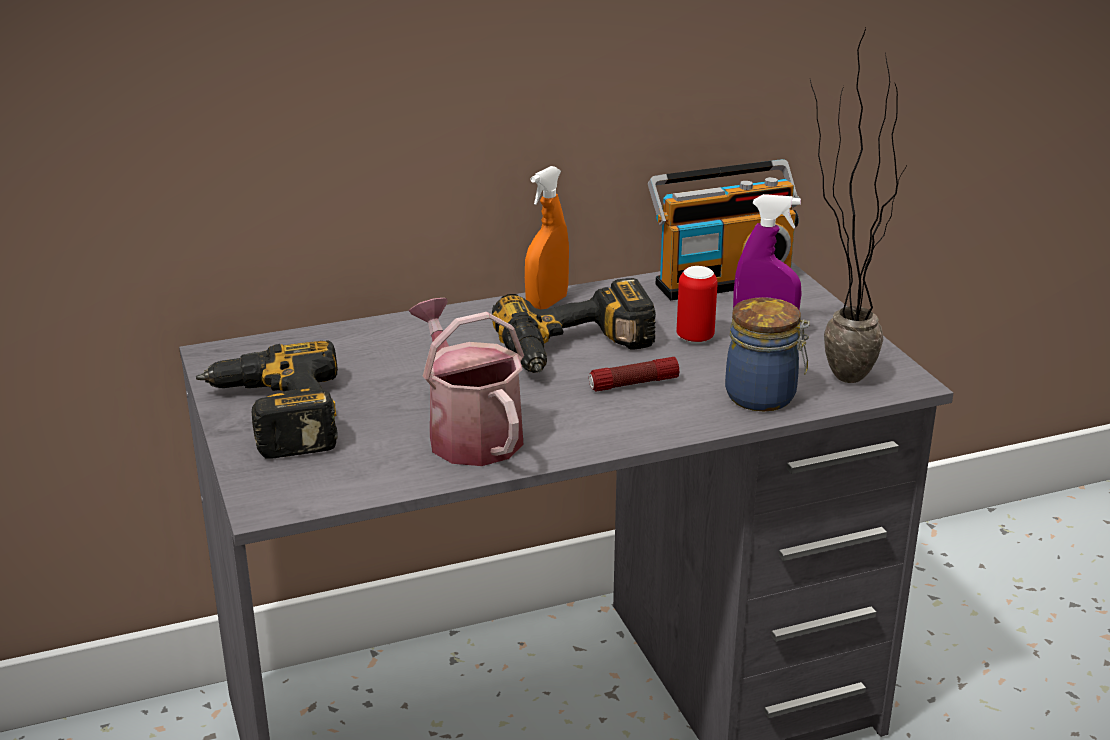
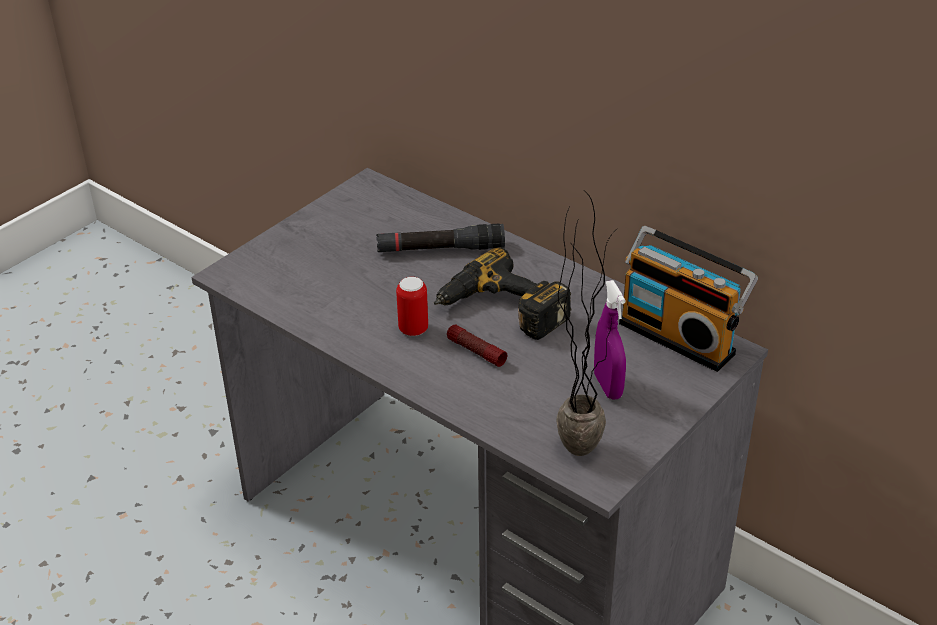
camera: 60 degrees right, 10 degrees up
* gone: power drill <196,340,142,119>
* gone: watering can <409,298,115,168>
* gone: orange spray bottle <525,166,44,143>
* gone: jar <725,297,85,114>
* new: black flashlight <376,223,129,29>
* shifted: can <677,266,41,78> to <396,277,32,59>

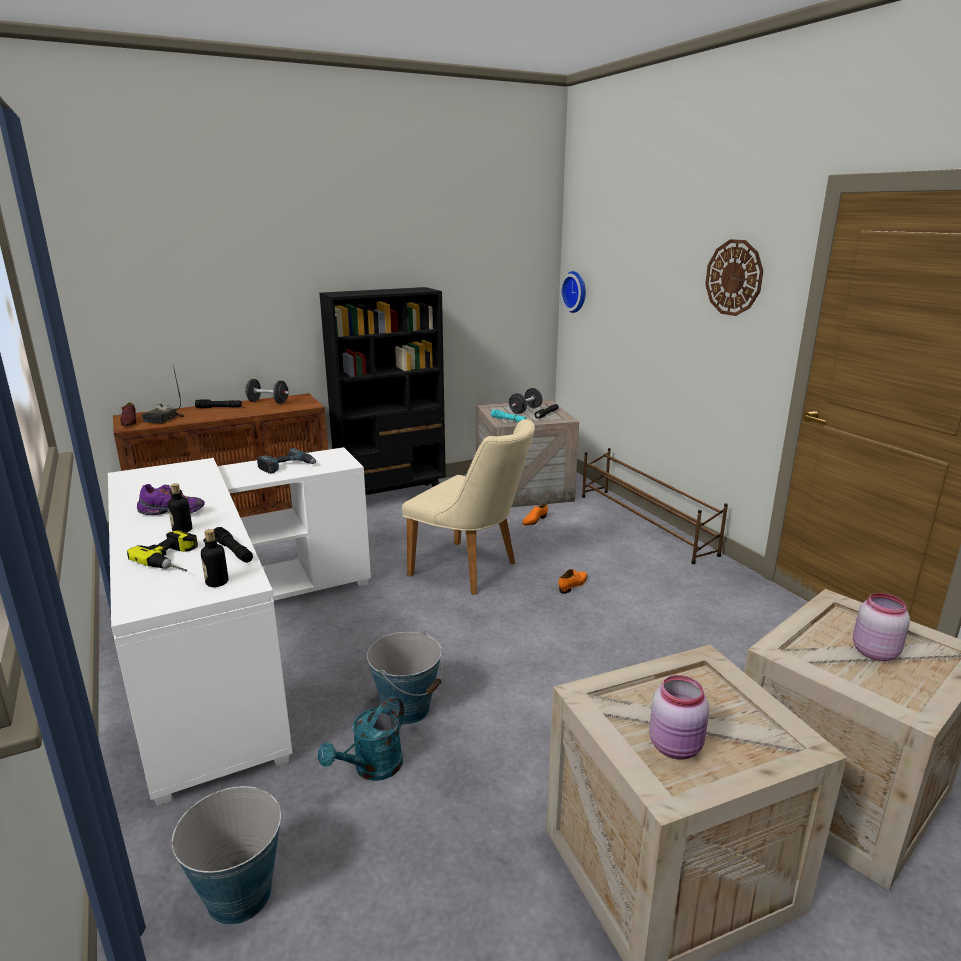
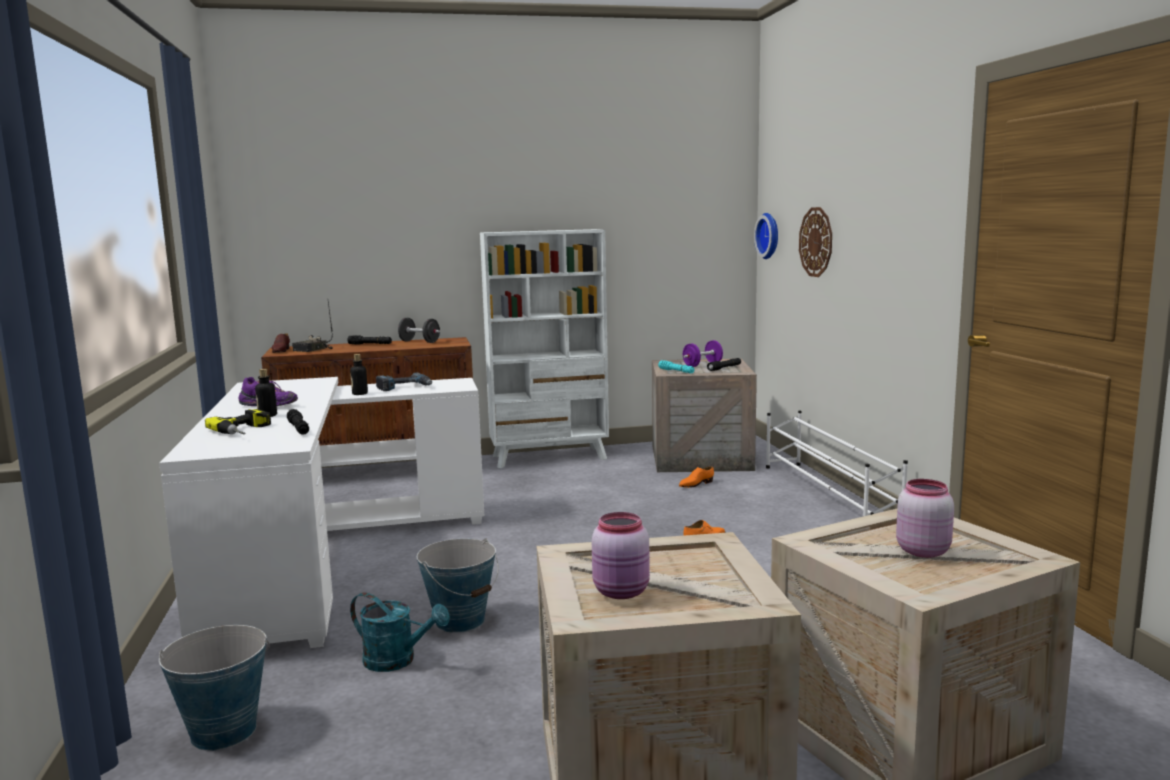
camera: 15 degrees right, 10 degrees down
* gone: beige chair <402,419,133,176>
* shifted: bottle <201,529,27,58> to <350,354,18,41>
* shifted: wall clock <705,239,58,77> to <799,207,33,70>
* repainted: black bookcase <320,287,126,208> to white bookcase <480,229,129,240>
* repainted: black dumbbell <509,388,33,26> to purple dumbbell <683,340,40,27>
* repainted: brown shoe rack <582,448,146,116> to white shoe rack <766,411,142,105>
* rotated: turquoise watering can <318,696,86,85> = <350,592,100,80> 120 degrees counterclockwise

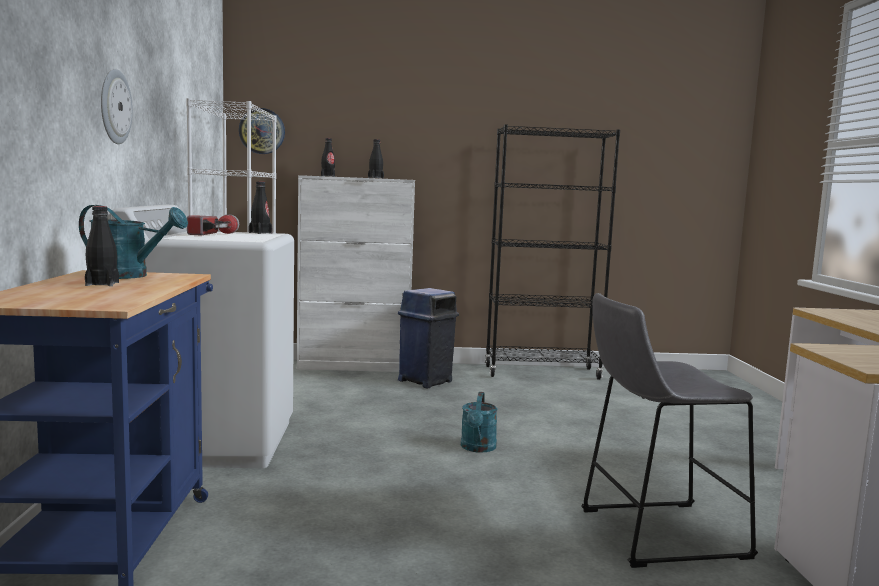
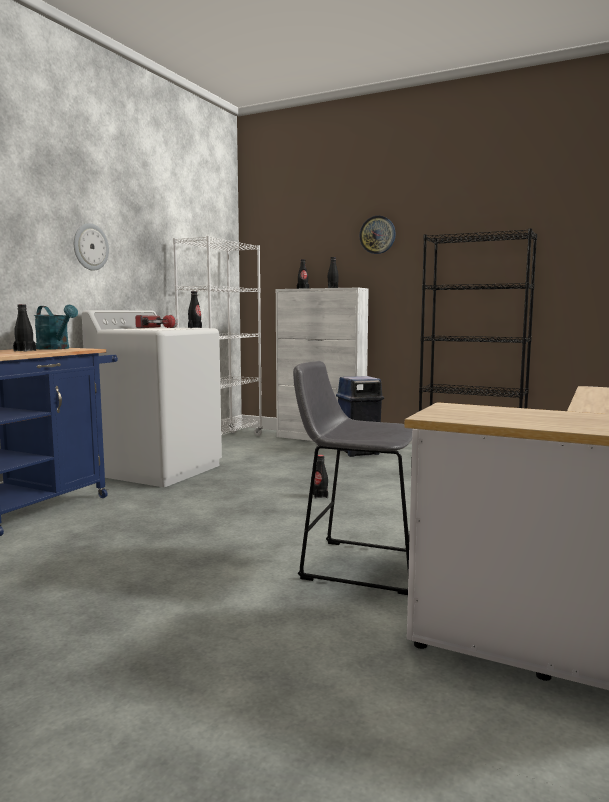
camera: 30 degrees right, 0 degrees up
* shifted: wall clock <239,108,46,46> to <360,216,36,38>
* swapped: turquoise watering can <461,392,37,61> to black bottle <313,455,15,44>

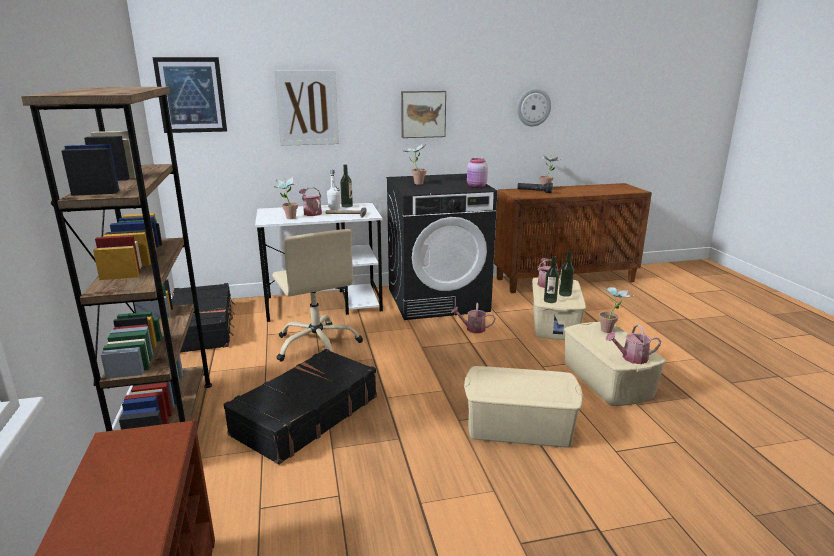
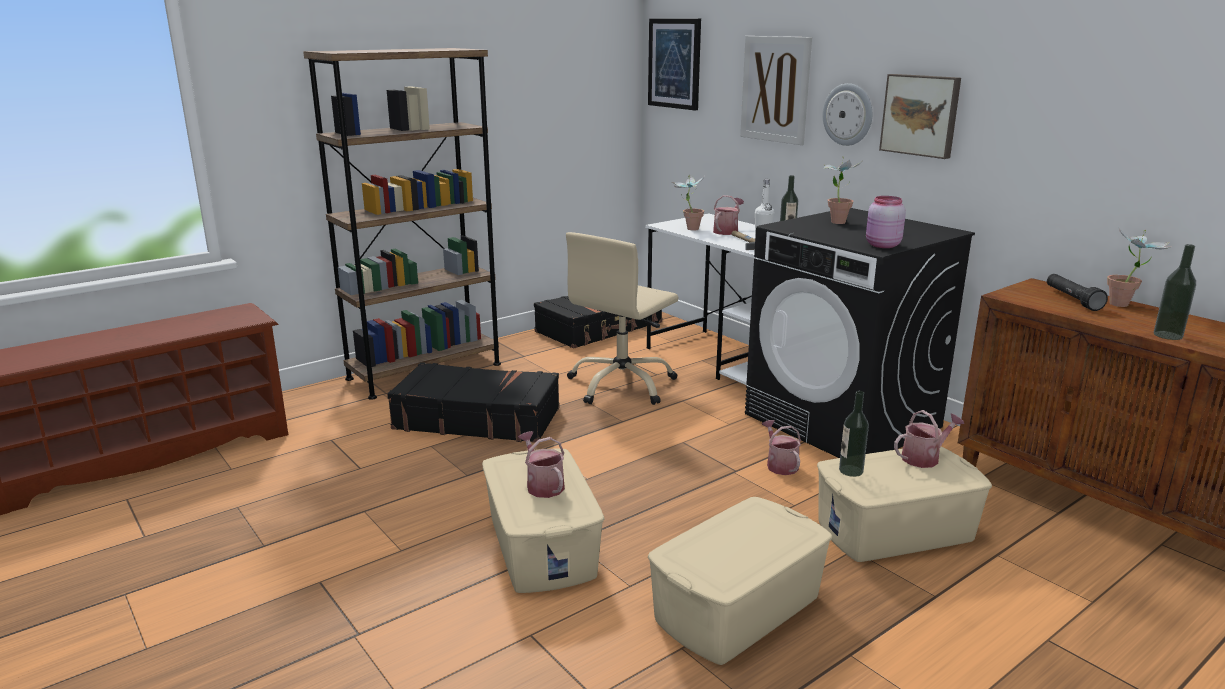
camera: 65 degrees right, 0 degrees up
* gone: potted plant <599,286,35,47>
* shifted: wall clock <517,88,34,38> to <822,83,50,63>
* shifted: bottle <559,251,15,46> to <1154,244,42,96>
* shifted: watering can <606,324,55,40> to <518,431,47,67>

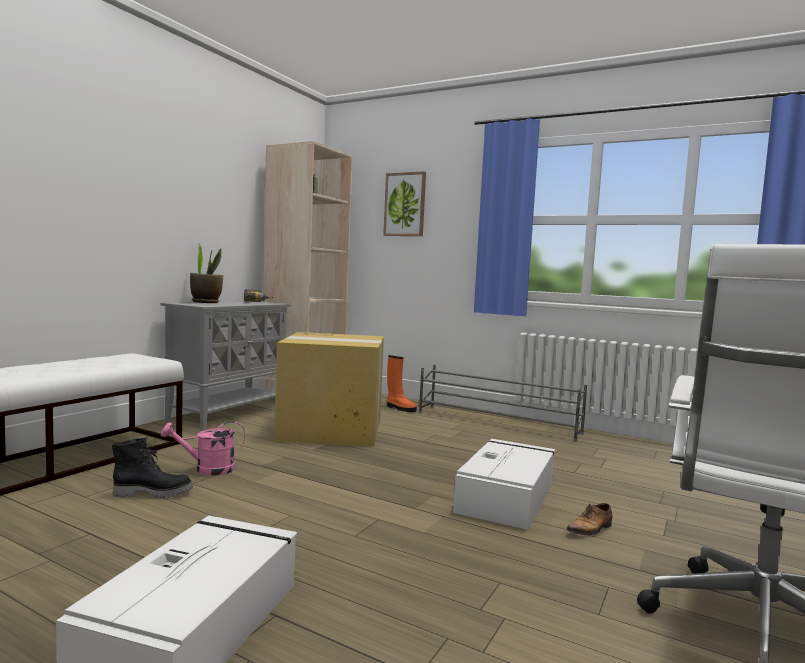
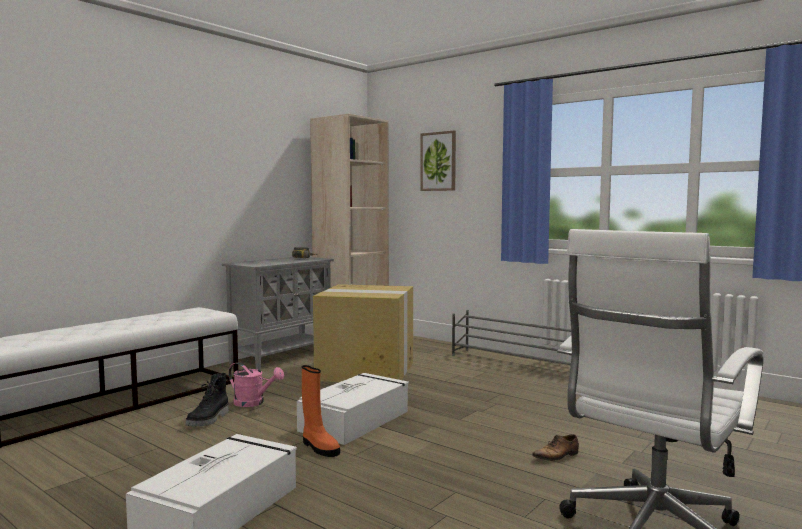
camera: 10 degrees right, 0 degrees up
* gone: potted plant <190,244,33,59>
* shifted: orange boot <387,355,30,57> to <302,365,38,92>
* shifted: white storage box <453,439,102,91> to <297,373,112,72>
* rotated: black boot <112,438,81,60> = <186,373,43,54> 105 degrees clockwise
* rotated: pink watering can <161,421,84,55> = <229,362,55,45> 150 degrees counterclockwise

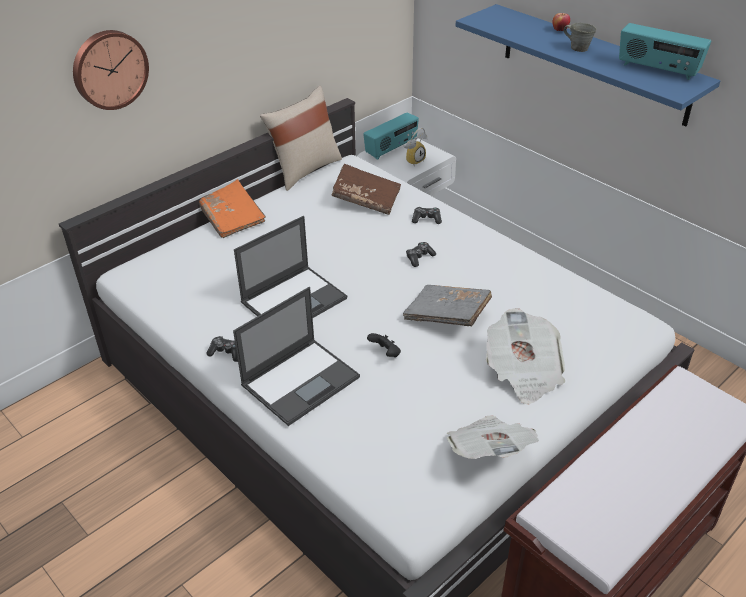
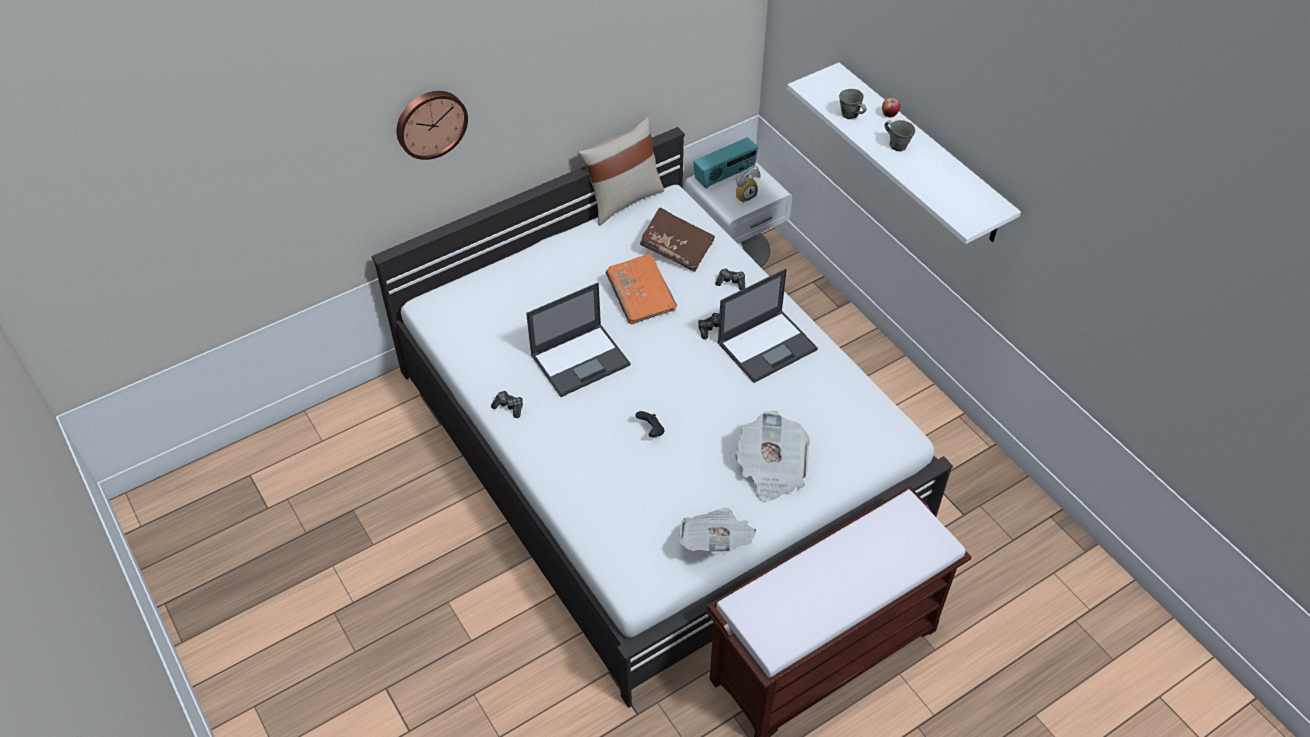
camera: 10 degrees right, 10 degrees up
* gone: grey book <403,285,89,41>
* gone: radio <619,23,92,57>
* new: grey mug <839,89,27,30>
* shifted: orange book <199,179,67,59> to <606,253,71,72>
* shifted: laptop <233,287,127,139> to <717,269,101,114>
* repainted: blue shelf <456,4,264,123> to white shelf <787,63,234,181>

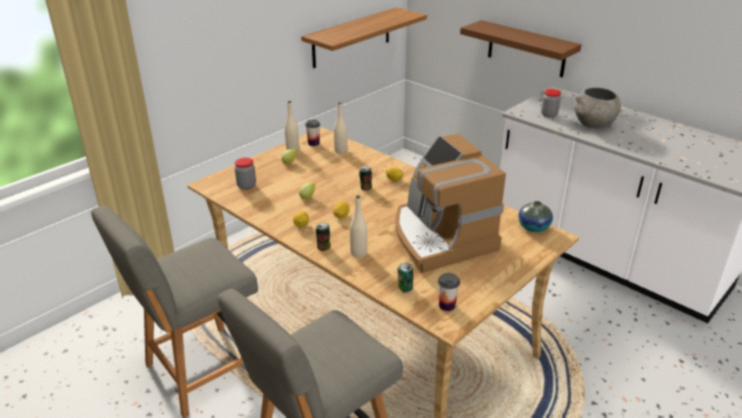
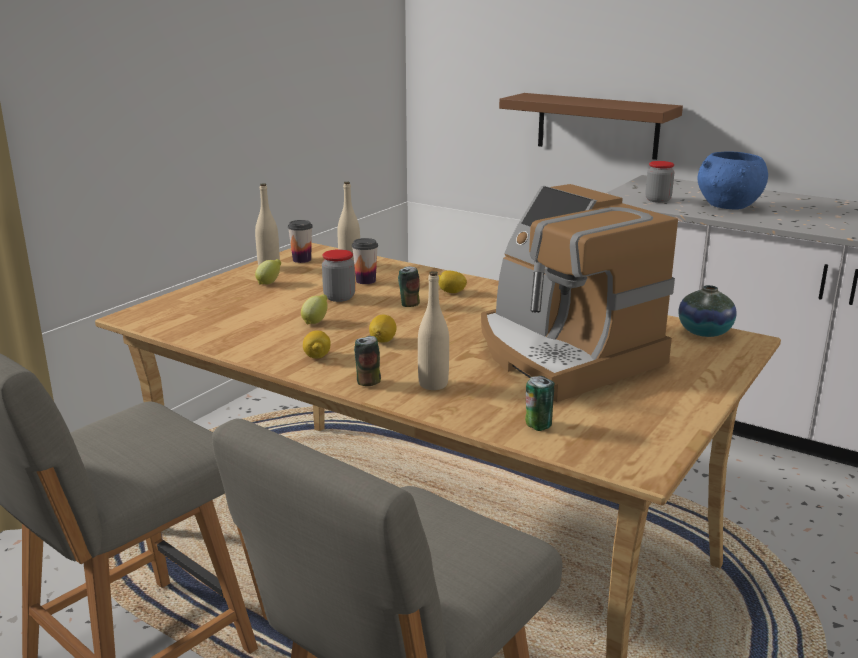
camera: 10 degrees left, 10 degrees down
* gone: shelf <301,7,126,61>
* shifted: jar <235,158,21,32> to <322,249,33,53>
* shifted: cup <438,273,22,38> to <352,238,26,46>
* repainted: grey bowl <574,88,47,41> to blue bowl <698,152,70,57>

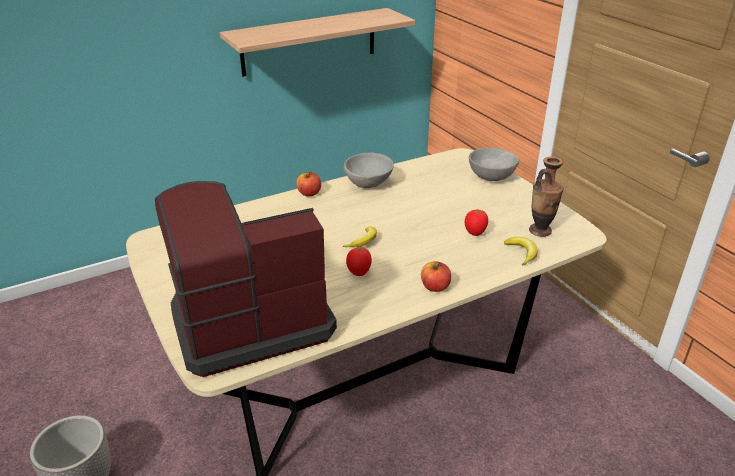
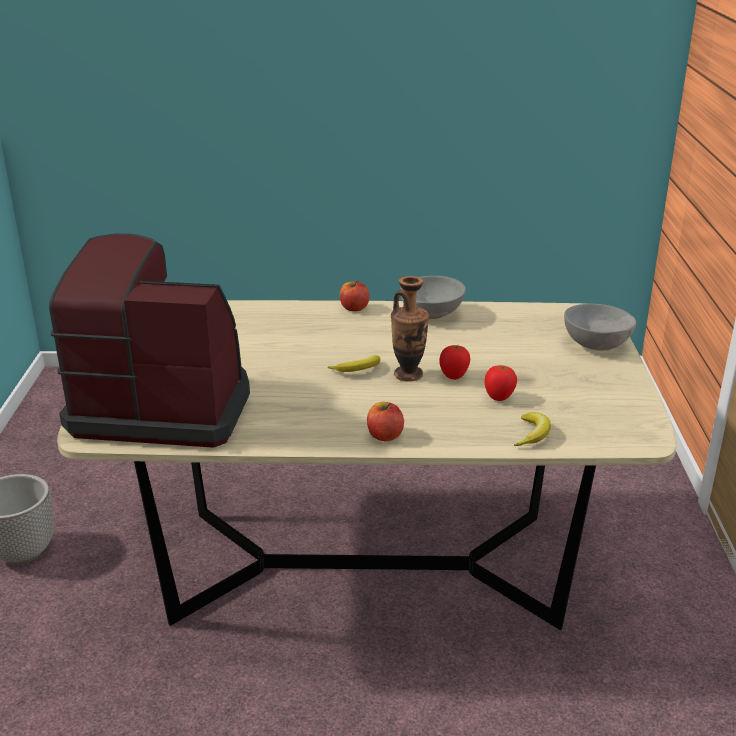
camera: 30 degrees right, 5 degrees down
* gone: shelf <220,8,195,69>
* shifted: tomato <346,247,26,29> to <439,345,31,35>
* shifted: vase <529,157,35,80> to <391,276,38,106>

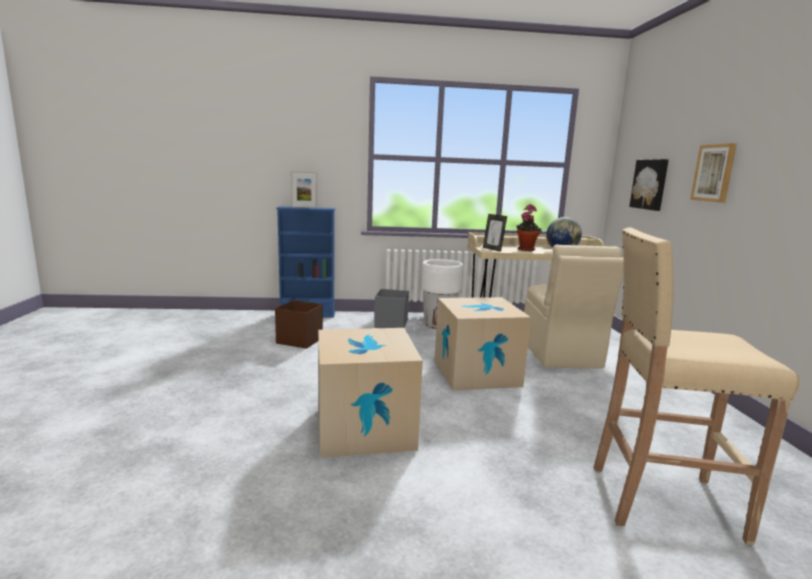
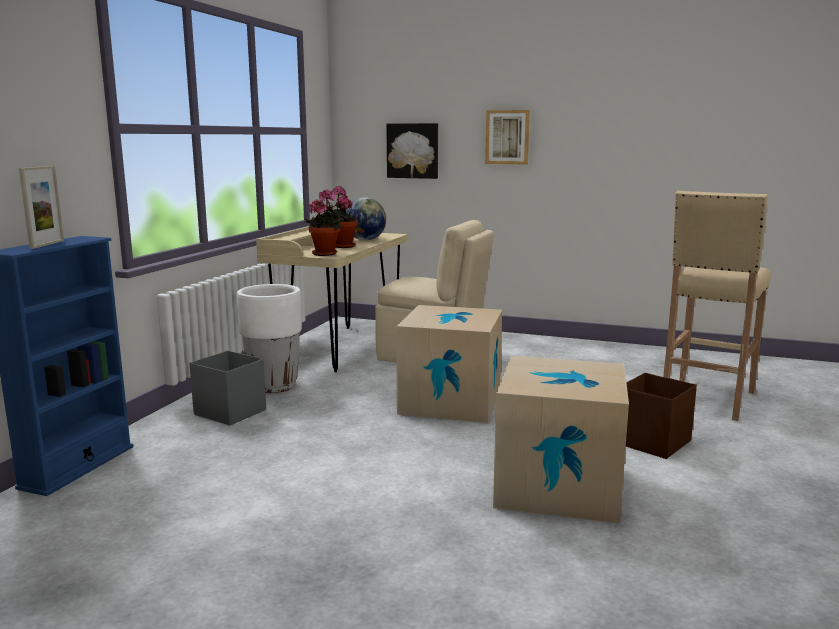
camera: 65 degrees left, 0 degrees up
* shifted: brown storage box <275,300,48,49> to <626,373,71,86>
* swapped: picture frame <483,214,24,38> to potted plant <304,189,40,67>

